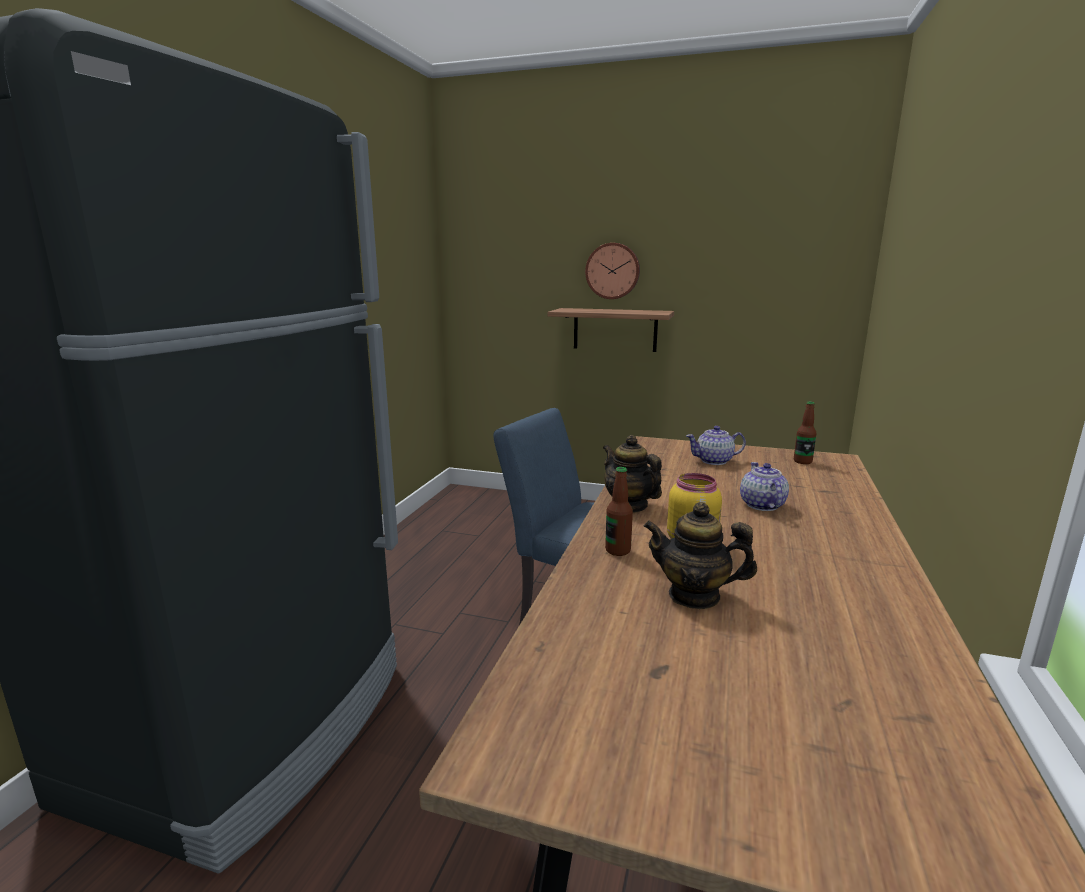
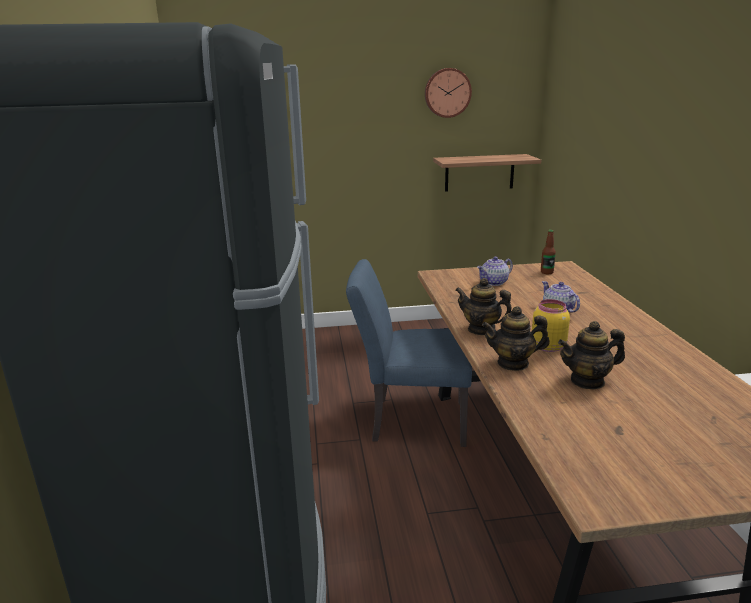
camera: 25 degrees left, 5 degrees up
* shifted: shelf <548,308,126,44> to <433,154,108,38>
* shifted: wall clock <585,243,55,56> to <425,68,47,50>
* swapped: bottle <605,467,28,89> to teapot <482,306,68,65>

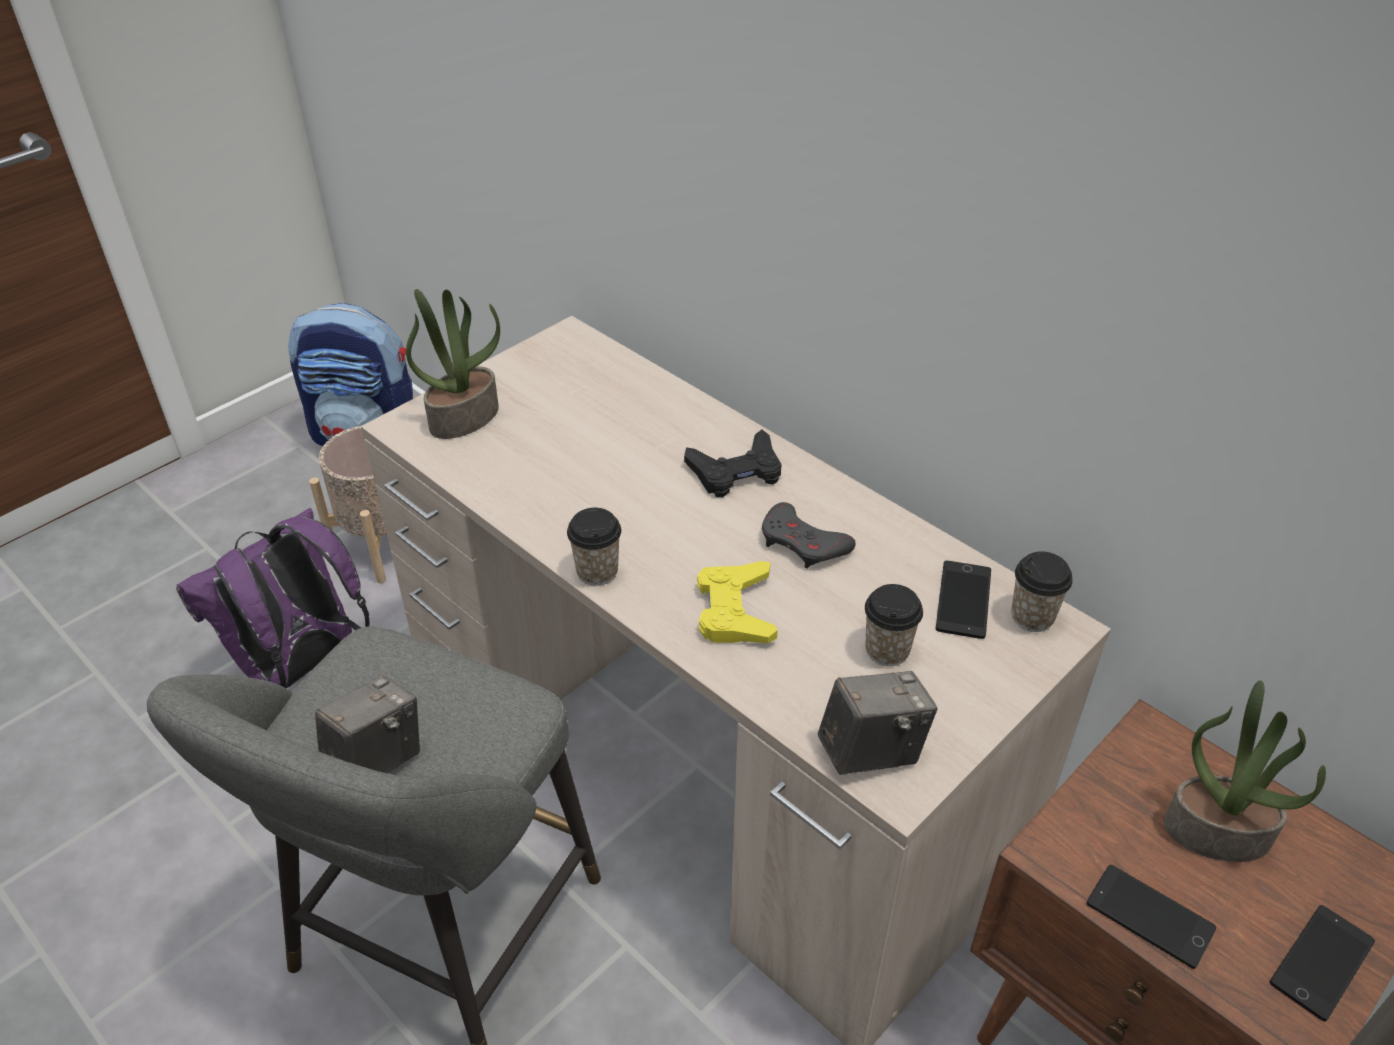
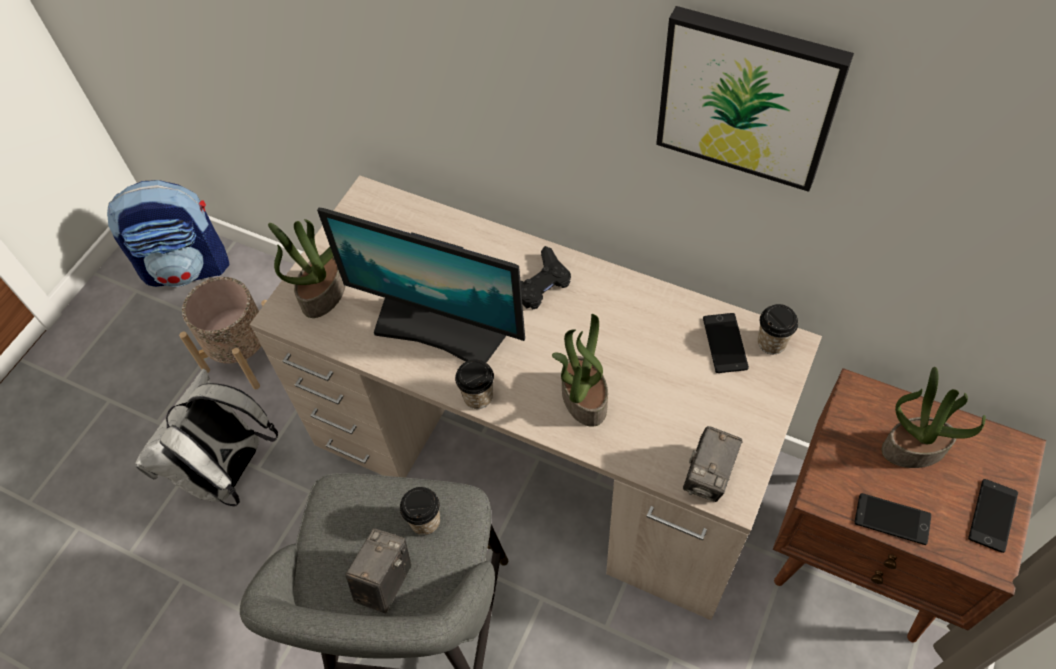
camera: 15 degrees left, 15 degrees up
* gone: grey game controller <762,502,94,67>
* new: monitor <317,208,208,155>
* new: picture <656,6,198,186>
* shifted: cup <865,584,58,82> to <400,487,40,48>
* swapped: yellow game controller <697,561,81,82> to potted plant <552,314,56,113>
* repainted: purple backpack <176,508,193,181> to white backpack <135,369,143,137>
* rotated: photo camera <818,671,120,104> = <683,426,60,76> 150 degrees clockwise

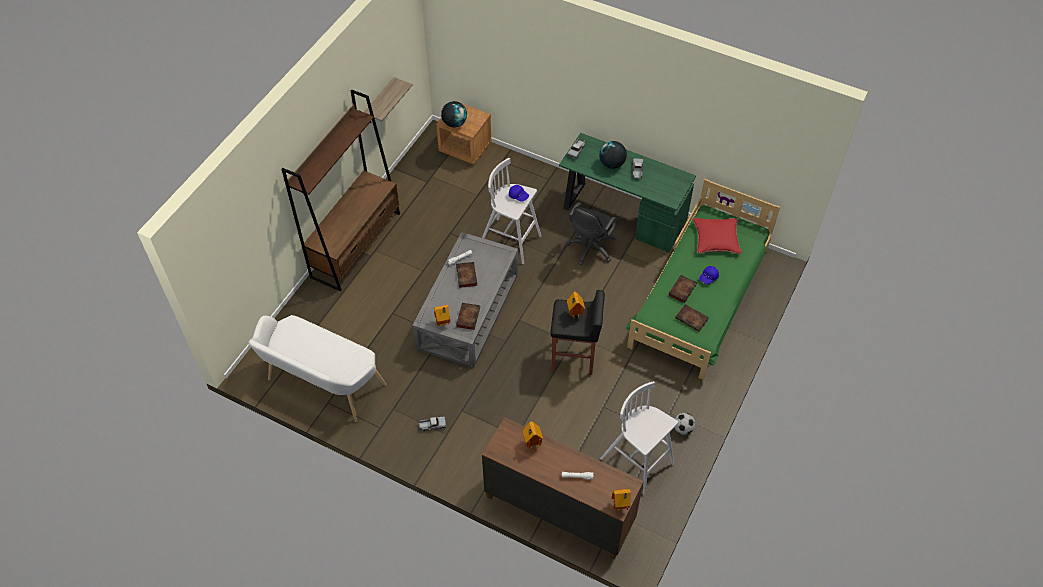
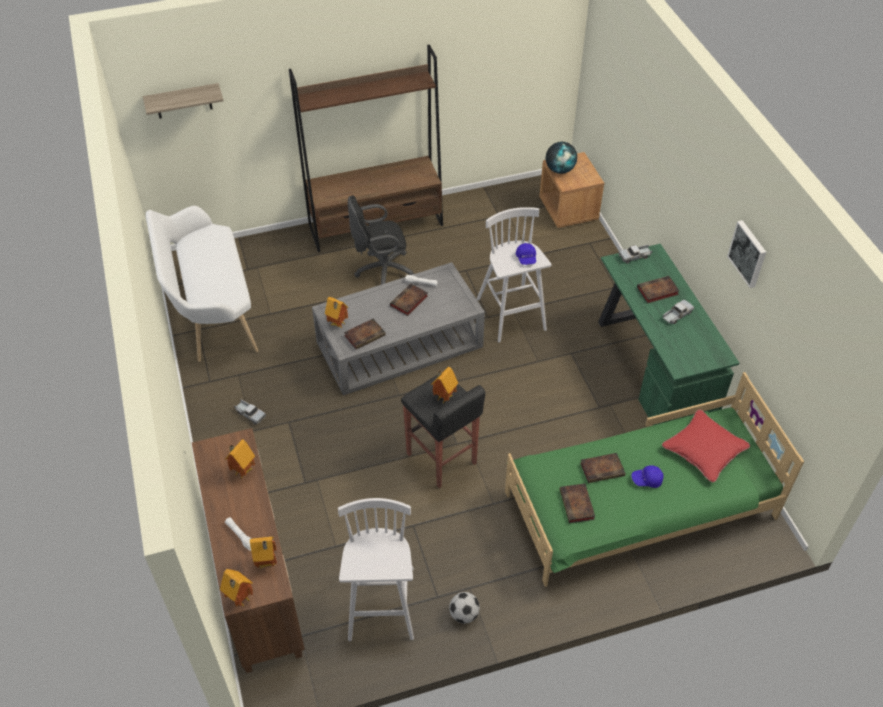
camera: 45 degrees right, 5 degrees down
* new: toy house <250,537,27,32>
* new: picture <727,220,39,68>
* shifted: shelf <364,77,48,47> to <143,83,80,36>
* shifted: black office chair <567,202,50,63> to <348,195,66,90>
* swapped: globe <599,141,28,28> to book <637,276,42,28>

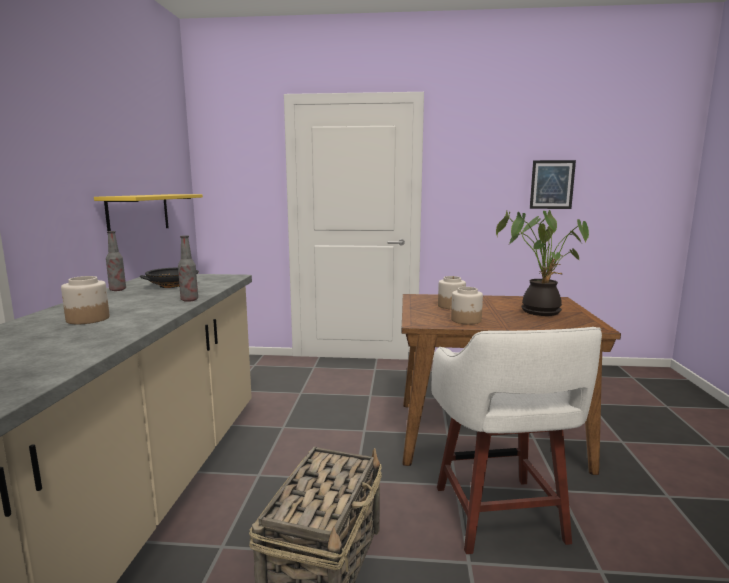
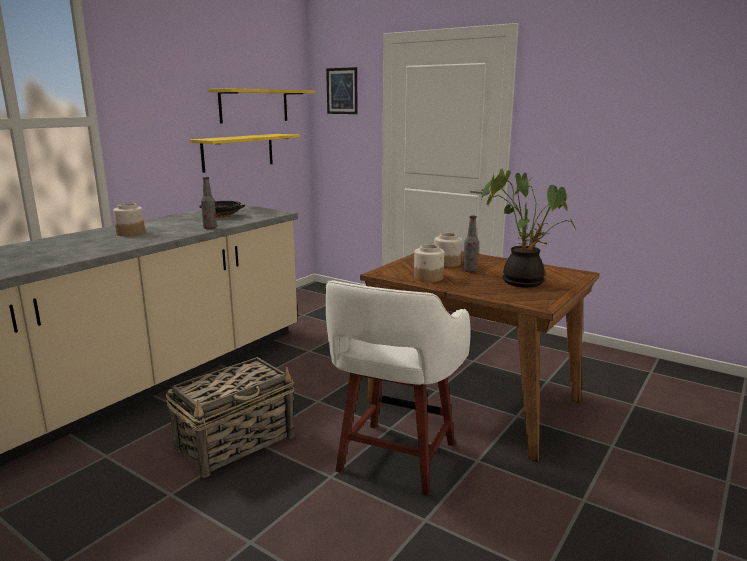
camera: 30 degrees right, 5 degrees up
* new: yellow shelf <208,89,107,34>
* shifted: bottle <106,231,20,60> to <463,216,16,57>
* shifted: picture <530,160,46,49> to <326,67,32,47>

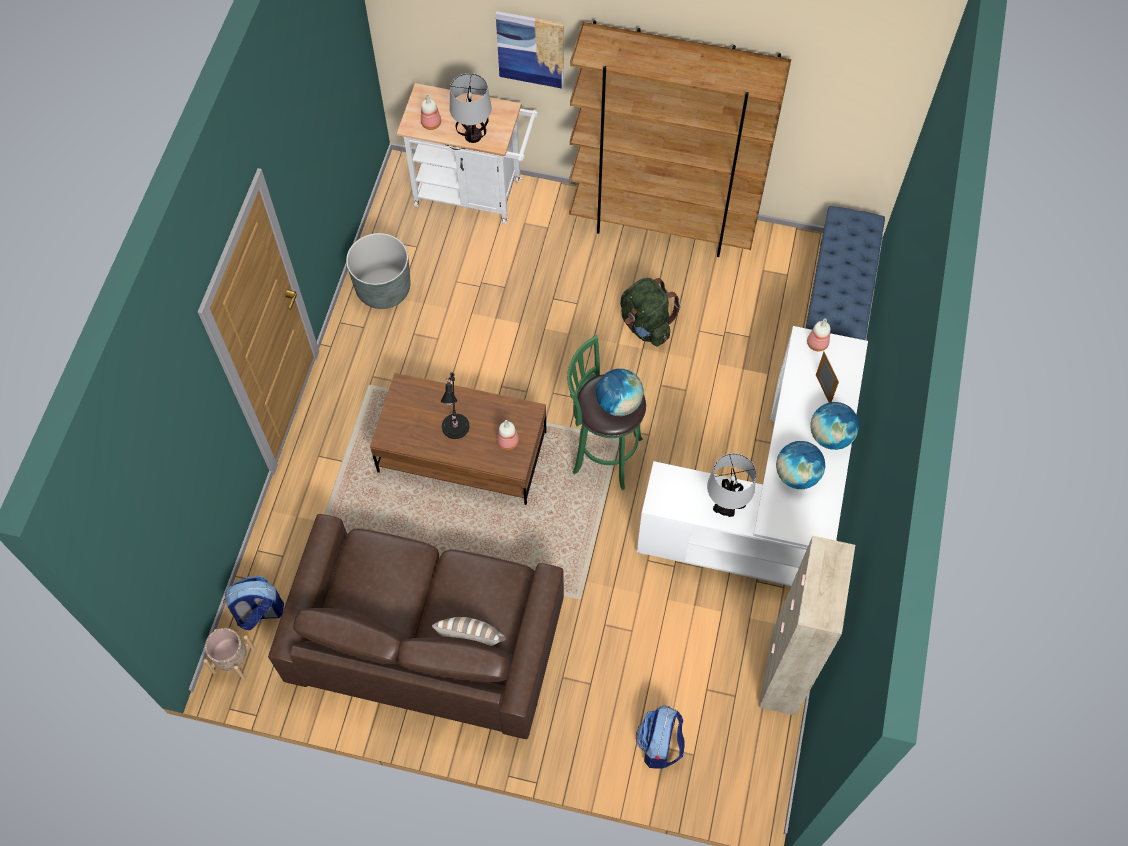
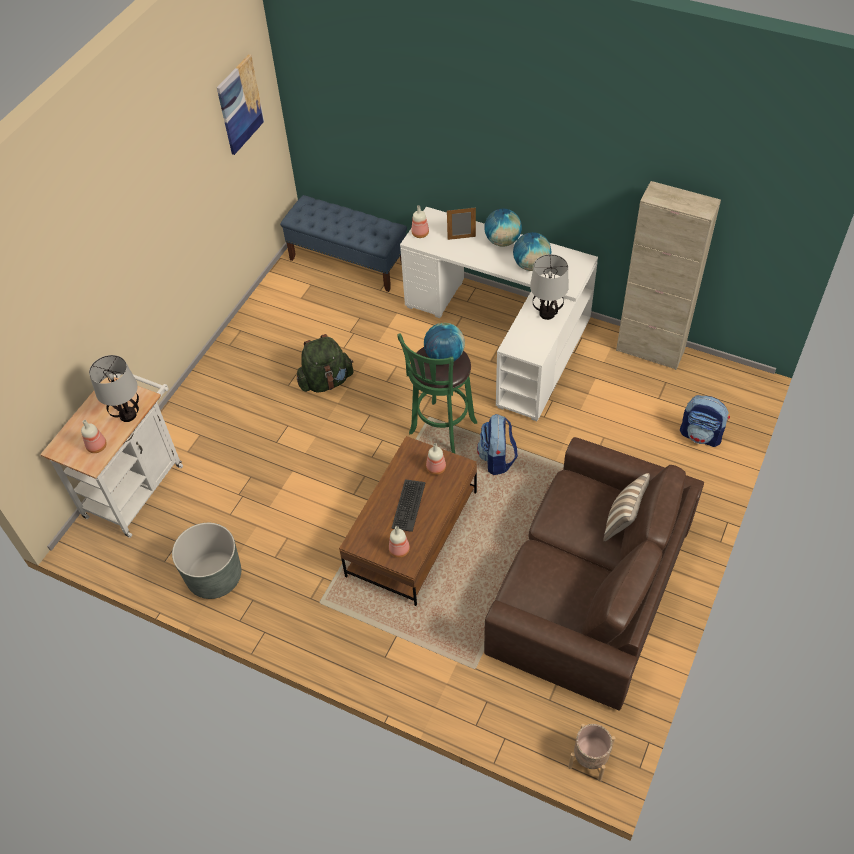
camera: 75 degrees left, 10 degrees down
* gone: brown bookcase <569,20,222,237>
* new: bottle <389,526,21,32>
* shifted: backpack <223,576,61,54> to <477,414,41,61>
* shifted: picture <496,11,68,78> to <217,54,47,101>
* swapped: black table lamp <441,371,29,68> to keyboard <391,479,35,53>

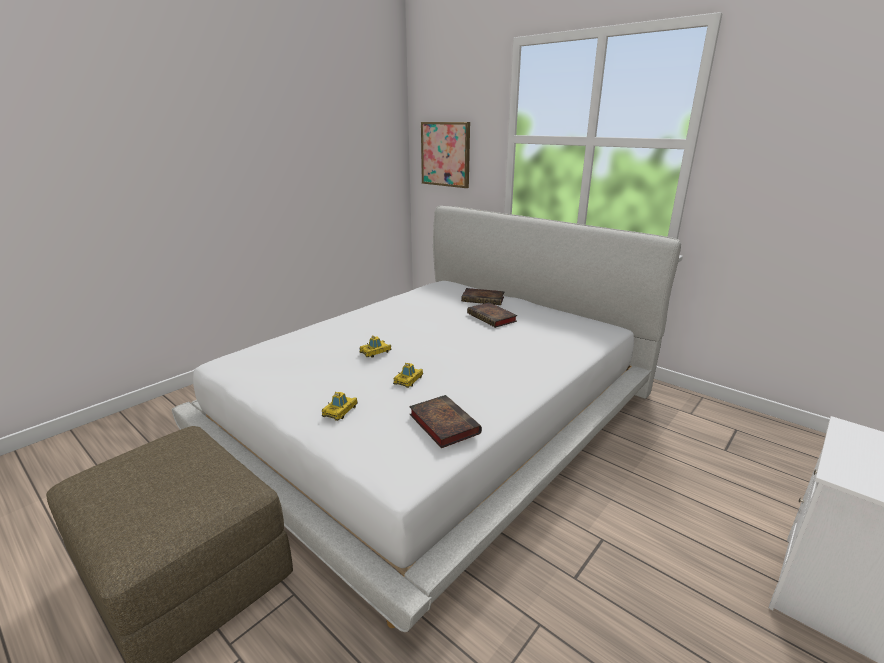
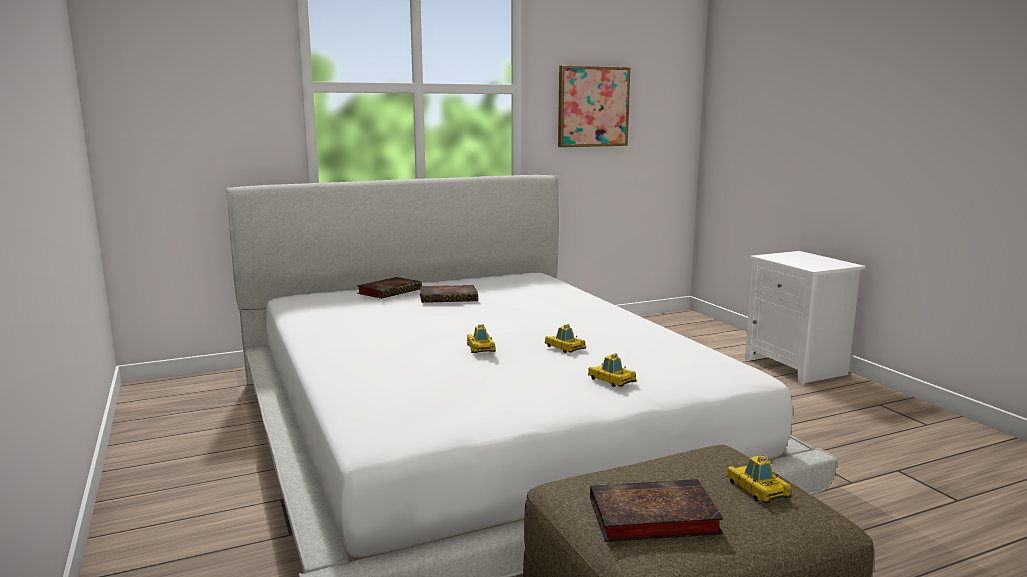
camera: 65 degrees left, 10 degrees down
* new: toy car <727,455,64,49>
* shifted: book <409,395,73,53> to <590,479,134,63>
* shifted: picture <421,122,49,66> to <558,66,73,81>

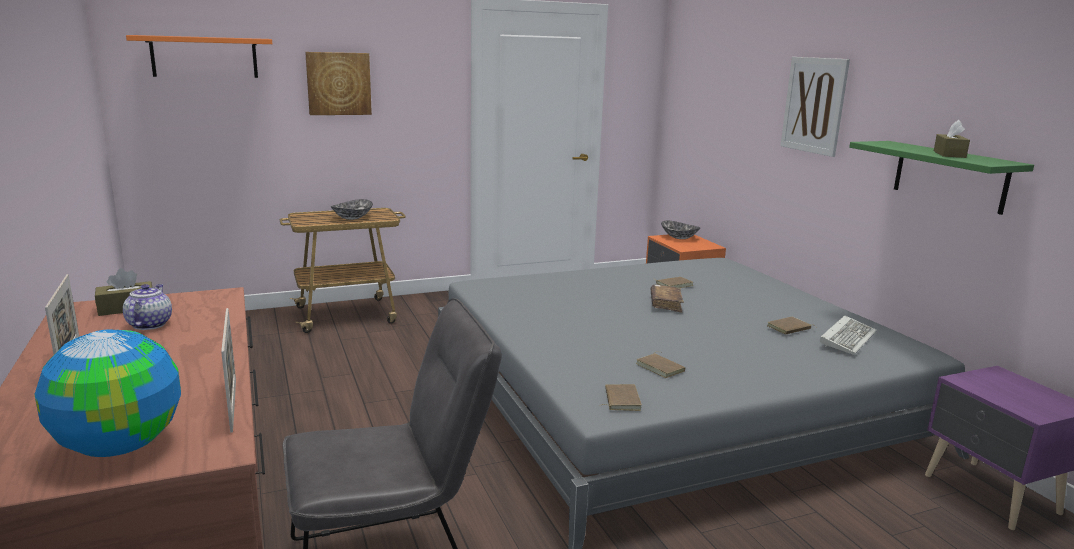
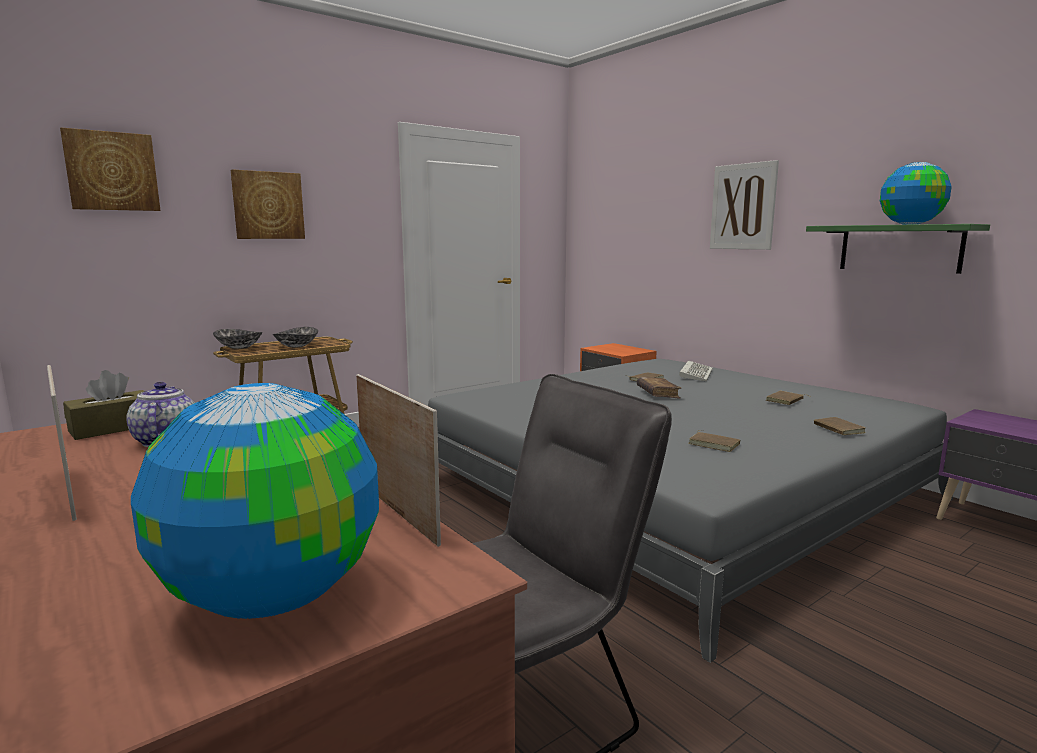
camera: 15 degrees left, 5 degrees down
* shifted: brown book <599,384,43,27> to <814,417,51,18>
* shifted: bowl <661,221,40,18> to <213,329,49,20>
* shifted: keyboard <820,315,57,40> to <679,361,34,20>
* swapped: orange shelf <126,35,146,43> to picture <60,127,101,84>
* swapped: brown tissue box <934,120,36,38> to globe <880,162,72,63>

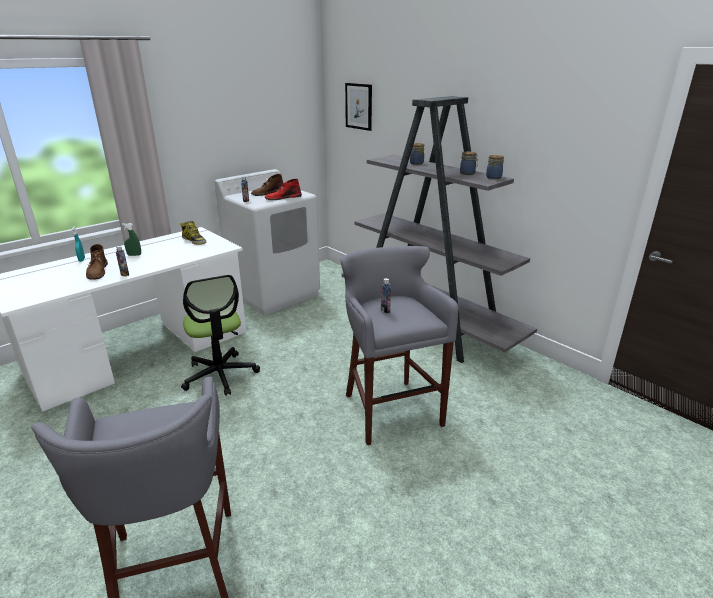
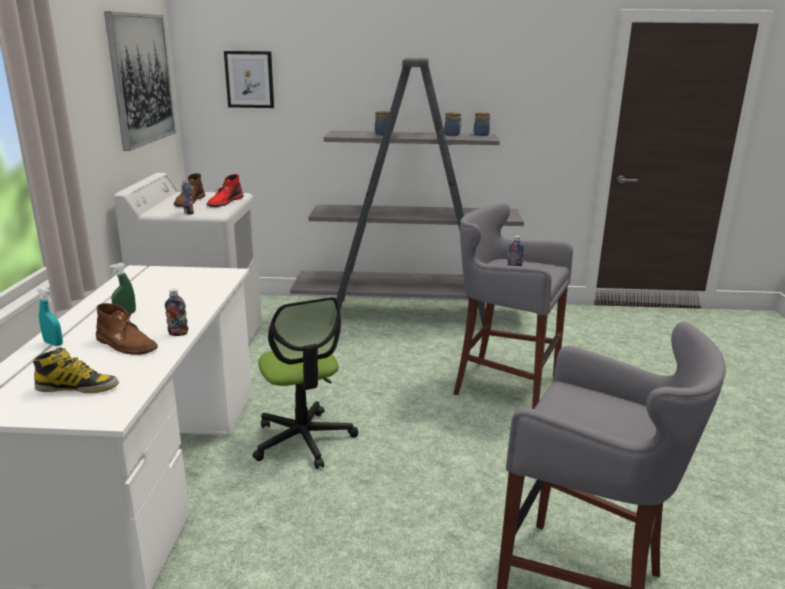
camera: 45 degrees left, 5 degrees down
* new: picture <104,12,72,139>
* shifted: boot <180,221,27,24> to <33,347,86,46>
* rotated: office chair <181,275,79,121> = <253,297,105,172> 45 degrees clockwise

